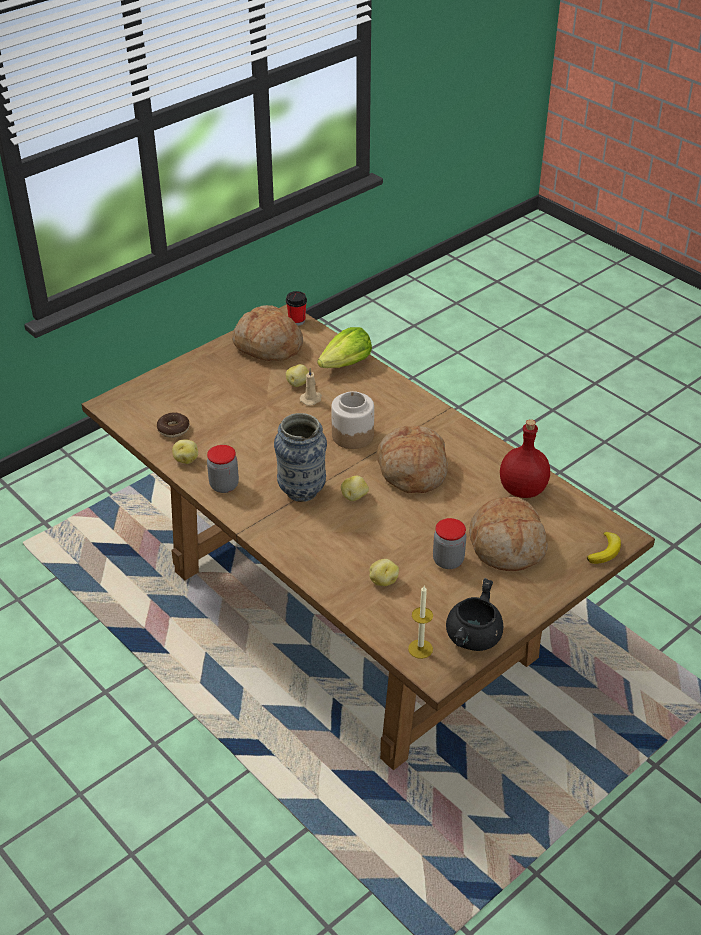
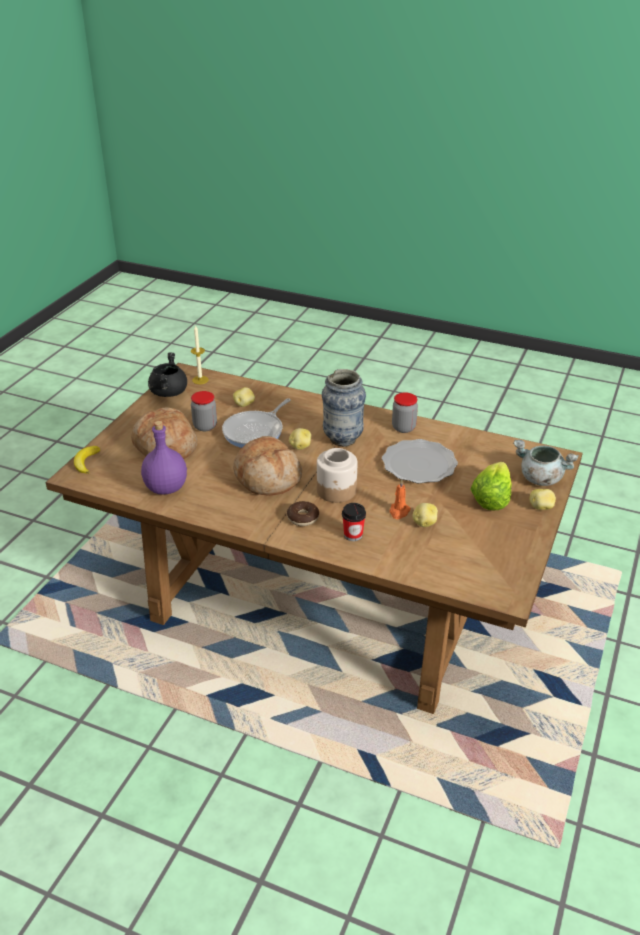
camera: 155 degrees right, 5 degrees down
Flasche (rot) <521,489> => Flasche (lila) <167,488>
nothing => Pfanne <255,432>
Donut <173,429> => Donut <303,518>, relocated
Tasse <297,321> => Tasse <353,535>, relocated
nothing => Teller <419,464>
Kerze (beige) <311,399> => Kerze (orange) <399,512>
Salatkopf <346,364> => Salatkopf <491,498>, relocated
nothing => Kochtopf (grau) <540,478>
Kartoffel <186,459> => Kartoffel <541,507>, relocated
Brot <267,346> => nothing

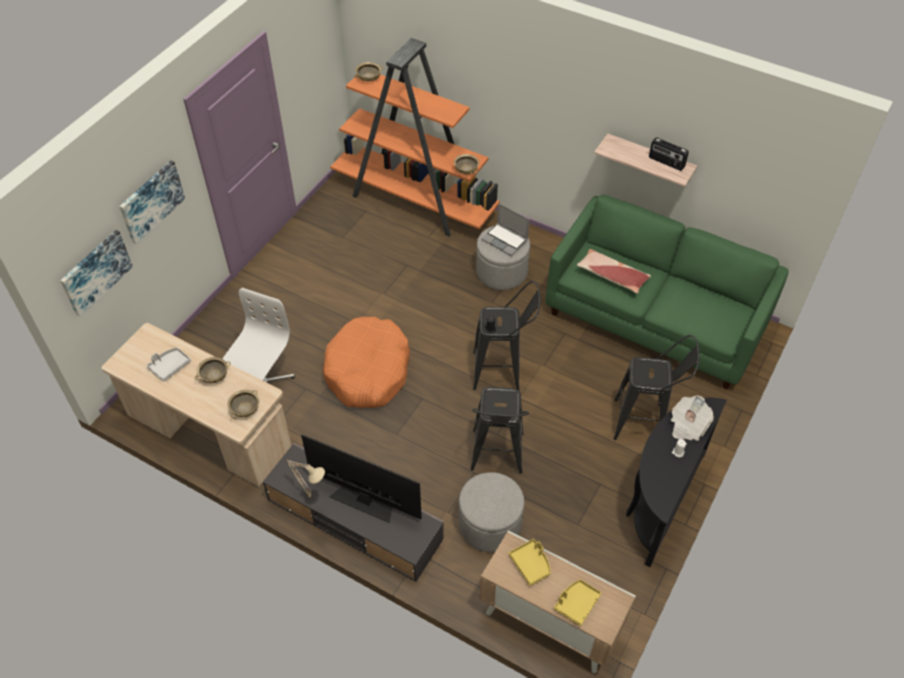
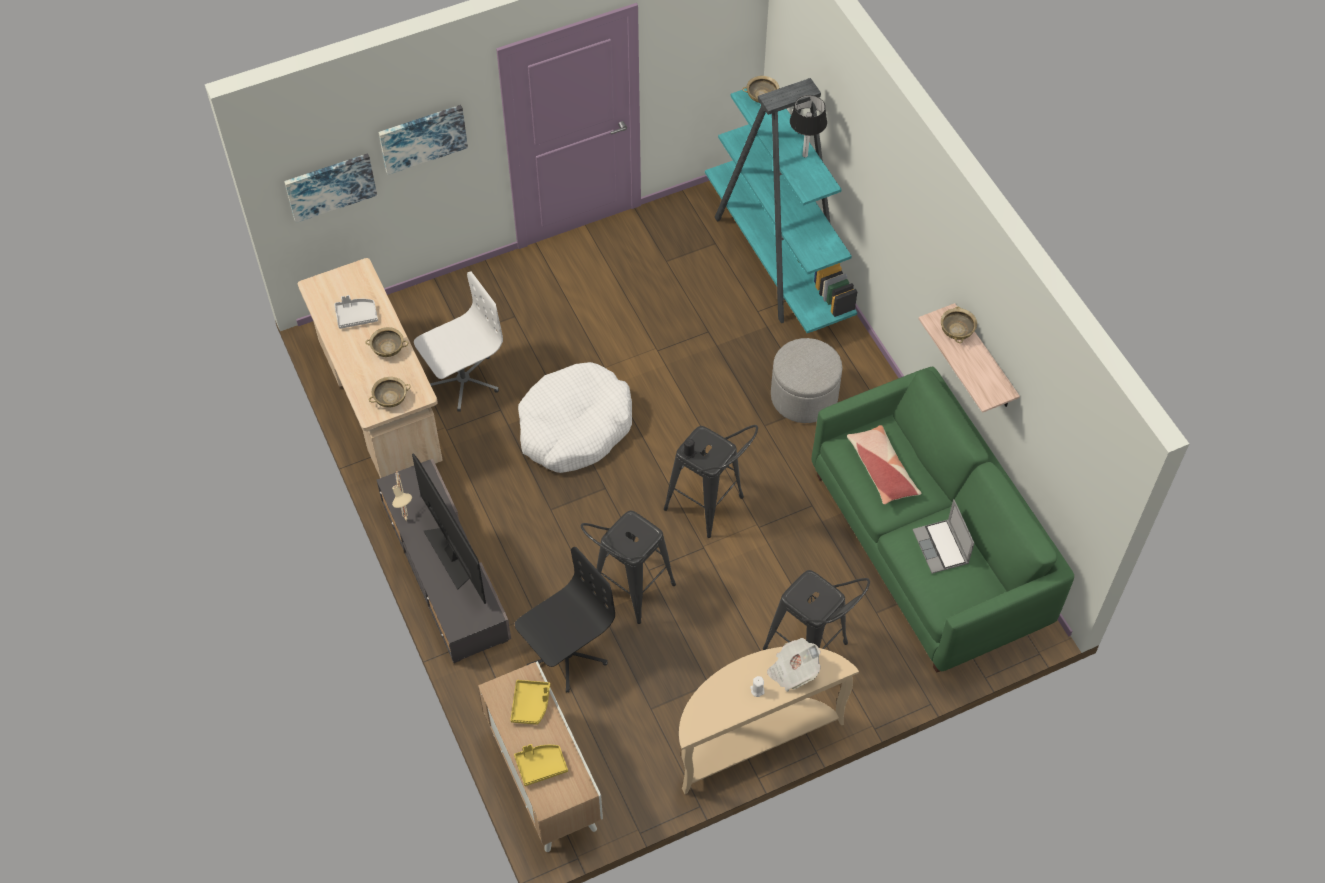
camera: 35 degrees right, 5 degrees up
Polsterhocker (grau) <490,524> => Bürostuhl (schwarz) <566,654>
Hundebett (orange) <368,371> => Hundebett (weiß) <574,427>
Konsolentisch (schwarz) <659,500> => Konsolentisch (beige) <754,738>
Bücherregal (orange) <415,201> => Bücherregal (türkis) <778,260>
nothing => Tischlampe <805,155>
Laptop <505,240> => Laptop <941,548>, relocated
Schüssel (beige) <466,170> => Schüssel (beige) <956,331>, relocated
Radio <666,162> => nothing

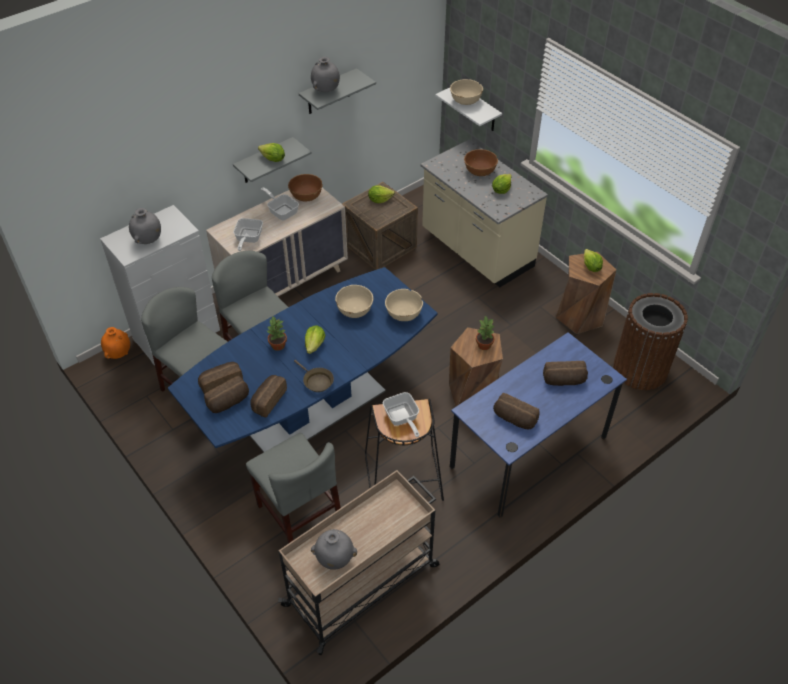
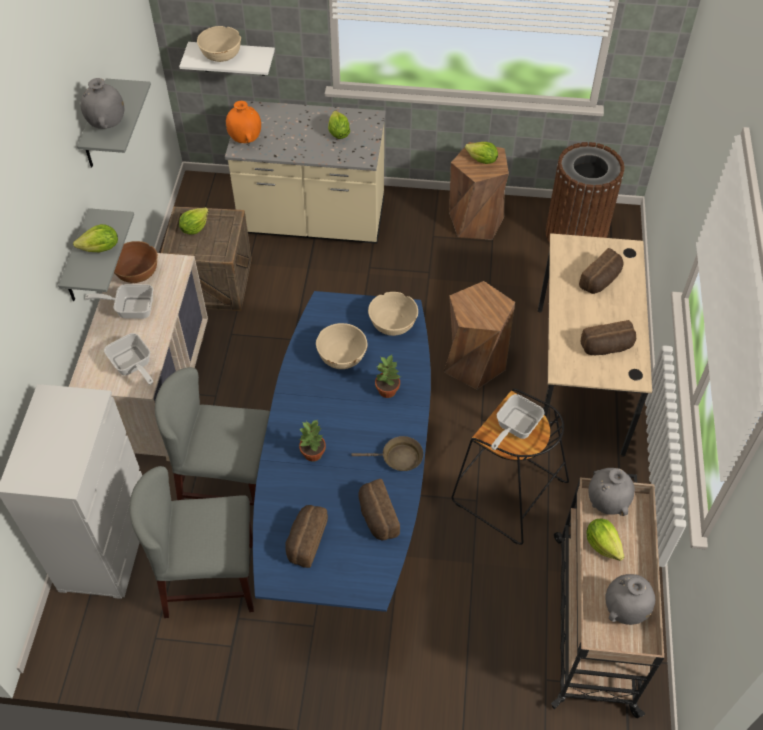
camera: 45 degrees left, 5 degrees up
Vase (orange) <119,353> => Vase (orange) <245,139>, relocated
Topfpflanze <484,345> => Topfpflanze <387,390>, relocated
Pfanne <402,419> => Pfanne <514,428>, 105 degrees clockwise
Schreibtisch (blau) <528,452> => Schreibtisch (beige) <579,378>
Salatkopf <315,345> => Salatkopf <602,544>, relocated
Vase (grau) <148,241> => Vase (grau) <607,503>, relocated
Brot <229,402> => nothing
Stuhl (grau) <299,515> => nothing
Schüssel (braun) <480,171> => nothing

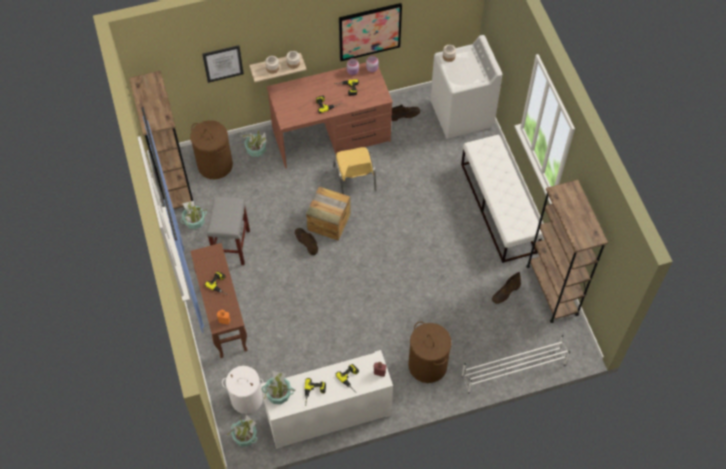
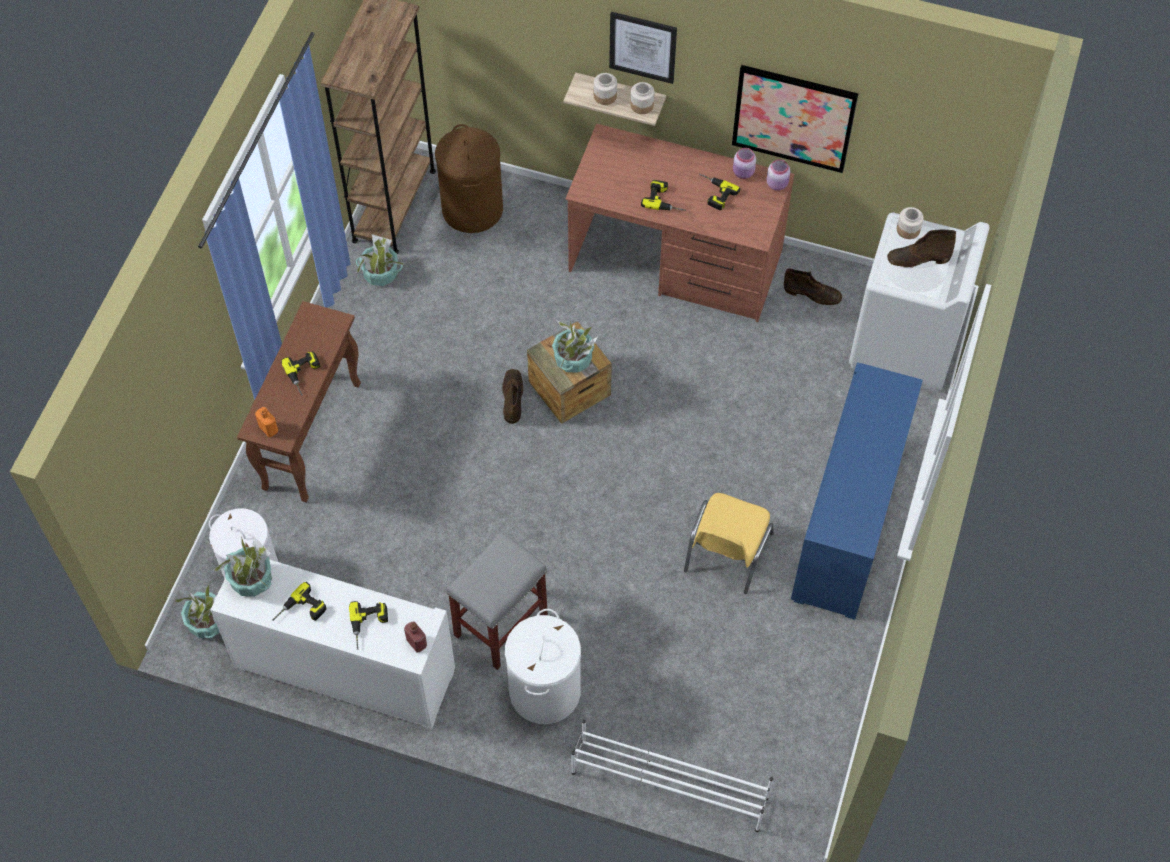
camera: 35 degrees right, 0 degrees up
Hocker (grau) <232,245> => Hocker (grau) <501,624>, relocated
Wäschekorb (braun) <427,365> => Wäschekorb (weiß) <544,691>
Topfpflanze <256,149> => Topfpflanze <573,358>, relocated
Bild <223,63> => Bild <643,47>, relocated
Stuhl (gelb) <355,179> => Stuhl (gelb) <726,553>, relocated
Bank (weiß) <498,208> => Schrank (blau) <847,523>
Stiefel (braun) <505,293> => Stiefel (braun) <918,259>, relocated
Bücherregal (braun) <552,290> => nothing

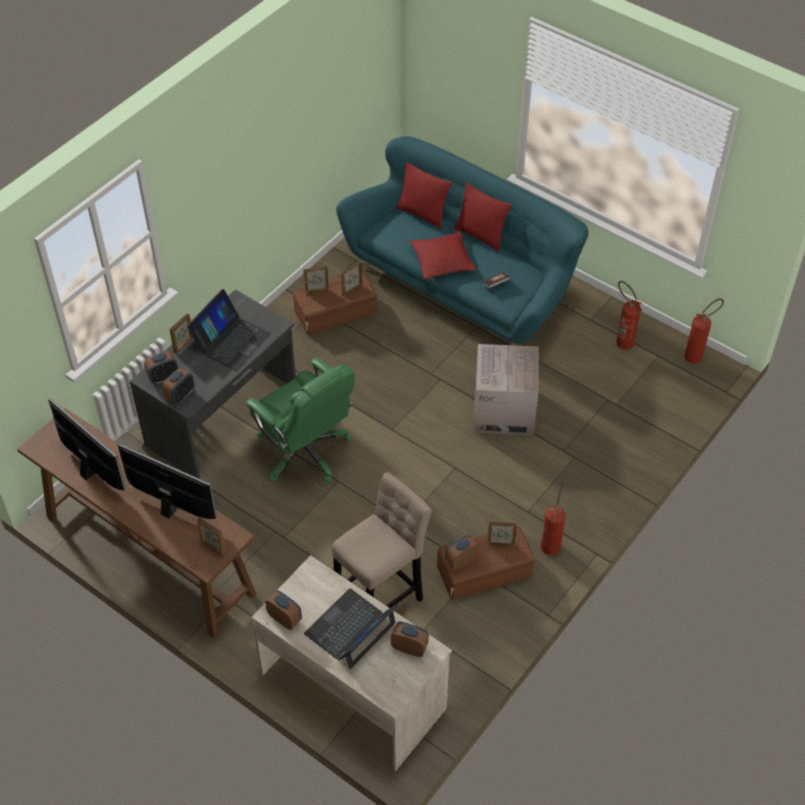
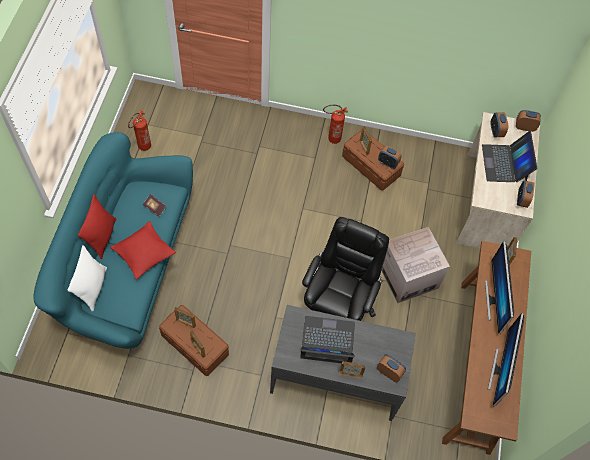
camera: 120 degrees left, 10 degrees up
Kissen (rot) <422,214> => Kissen (weiß) <93,288>
Bürostuhl (grün) <305,451> => Bürostuhl (schwarz) <338,305>
Karton <503,410> => Karton <408,276>, relocated
Laptop <351,629> => Laptop <505,163>, 75 degrees clockwise
Wecker <180,396> => Wecker <524,127>, relocated
Hocker (beige) <382,599> => nothing
Feuerlöscher <697,355> => nothing

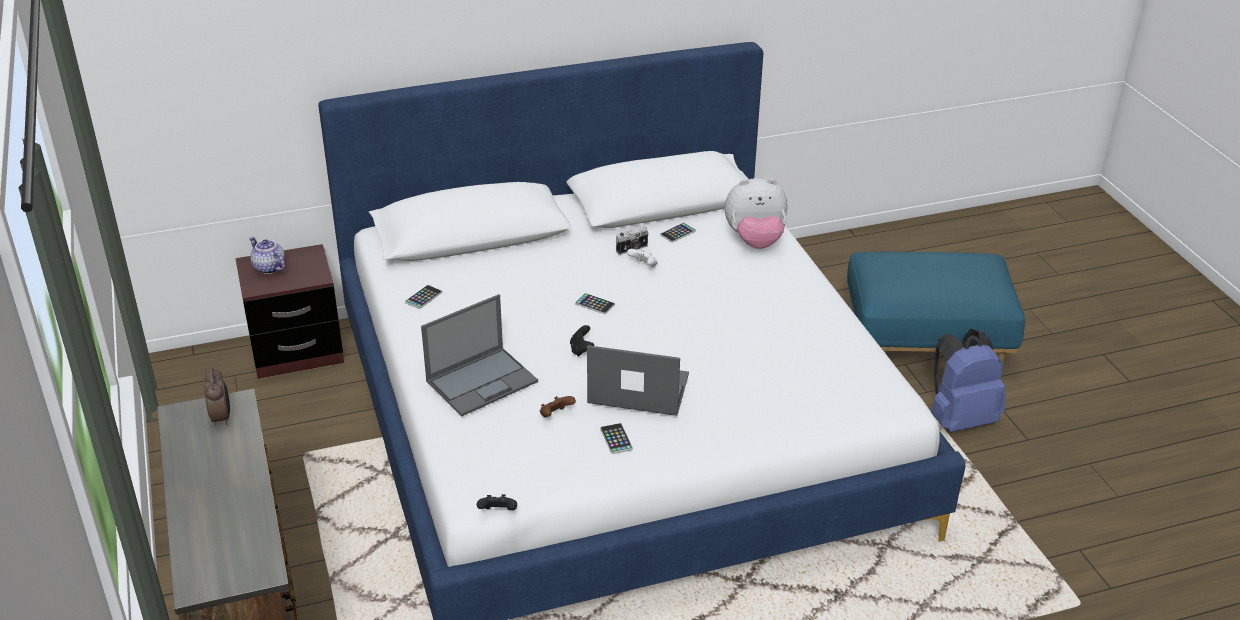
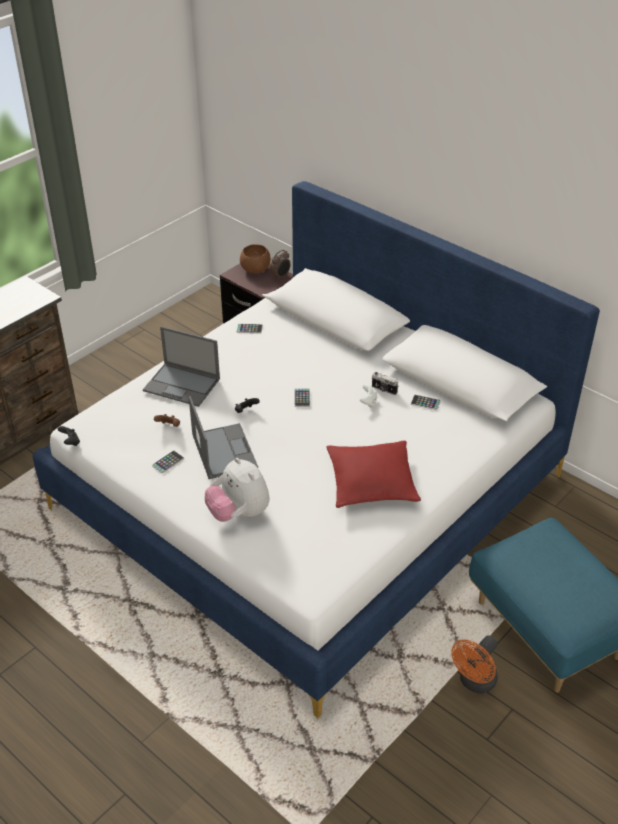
camera: 60 degrees right, 5 degrees up
Plüschtier <755,241> => Plüschtier <239,513>, relocated
Teekanne <268,268> => Schüssel (braun) <255,269>
Wecker <222,417> => Wecker <281,276>, relocated
nothing => Kissen (rot) <371,482>
Rucksack (blau) <959,418> => Ventilator (orange) <474,682>

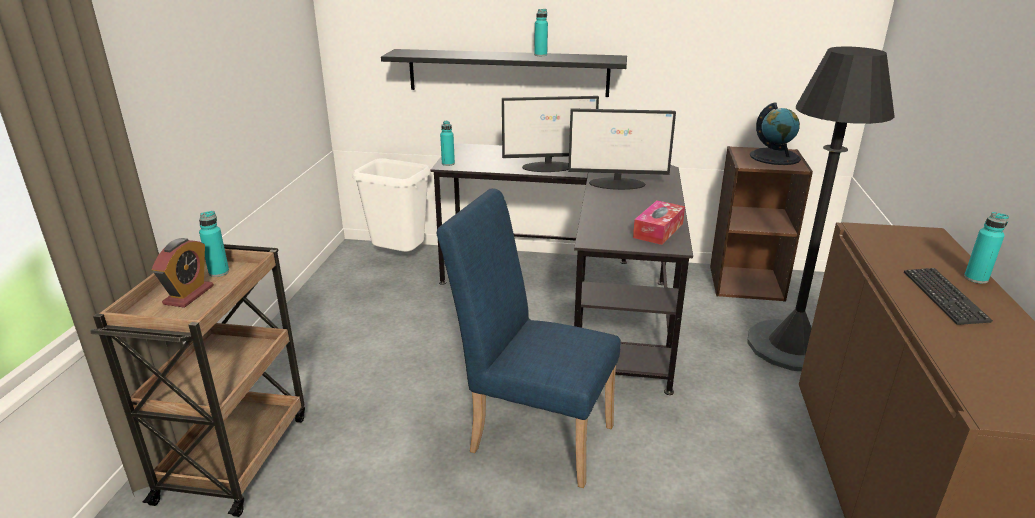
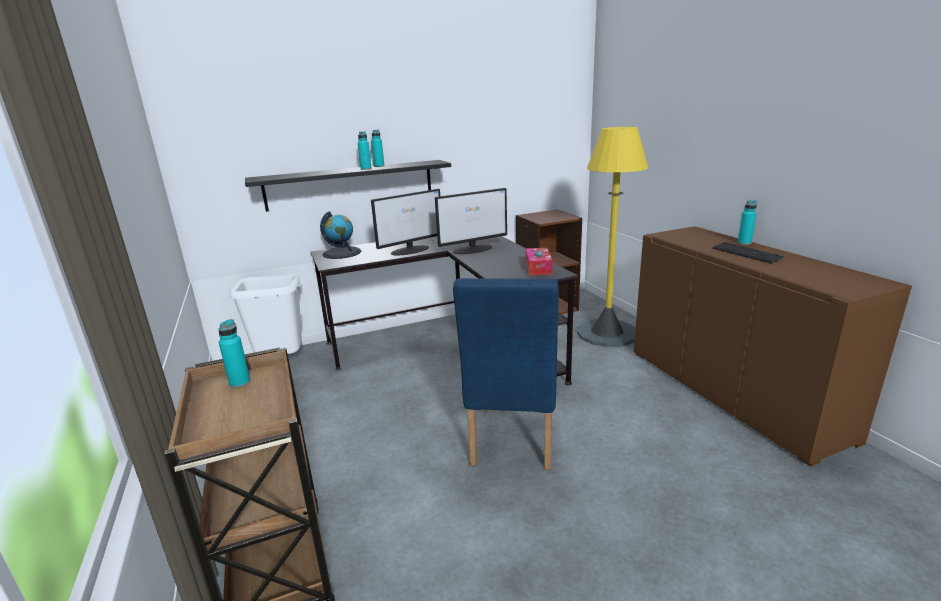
camera: 30 degrees left, 5 degrees down
Globus <775,157> => Globus <342,253>, relocated
Flasche (türkis) <448,164> => Flasche (türkis) <366,169>, relocated
Stuhl (blau) <532,433> => Stuhl (blau) <511,442>, 75 degrees counterclockwise
Stehlampe (schwarz) <792,346> => Stehlampe (gelb) <607,333>
Wecker <189,295> => nothing

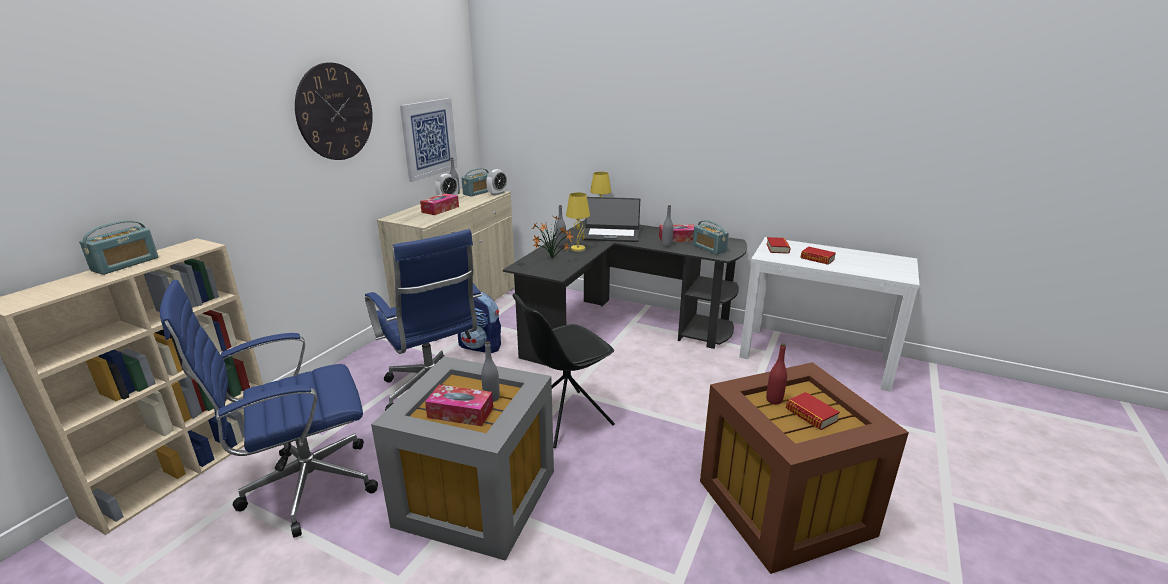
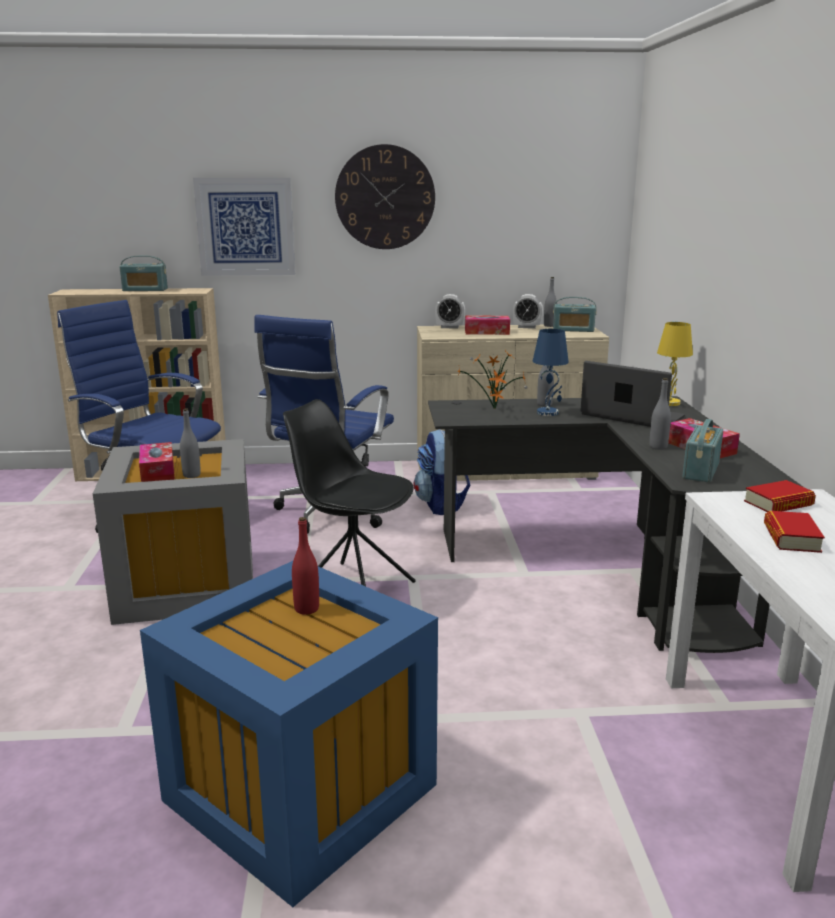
camera: 60 degrees right, 5 degrees down
Aufbewahrungsbox (braun) <787,508> => Aufbewahrungsbox (blau) <300,796>
Bild <429,138> => Bild <245,227>, relocated
Wecker <497,193> => Wecker <450,327>, relocated
Tischlampe (gelb) <578,249> => Tischlampe (blau) <548,413>
Laptop <611,235> => Laptop <631,416>, 150 degrees clockwise
Buch <811,415> => nothing

